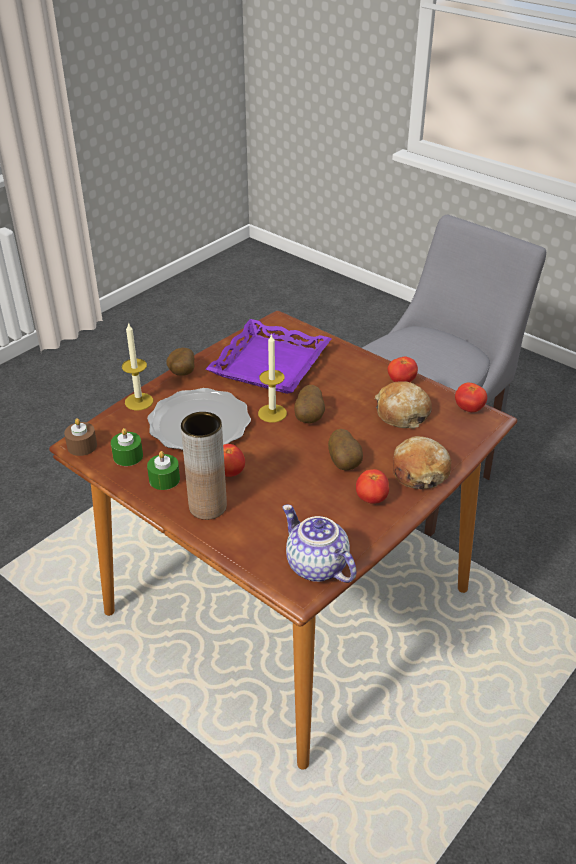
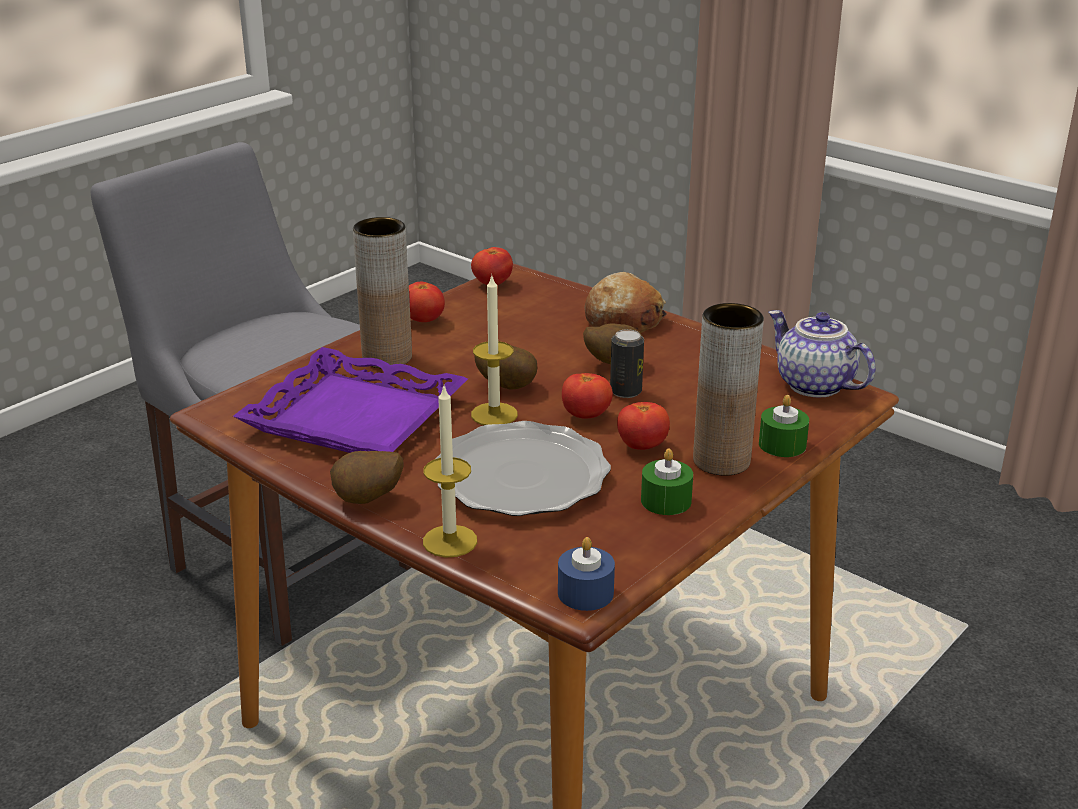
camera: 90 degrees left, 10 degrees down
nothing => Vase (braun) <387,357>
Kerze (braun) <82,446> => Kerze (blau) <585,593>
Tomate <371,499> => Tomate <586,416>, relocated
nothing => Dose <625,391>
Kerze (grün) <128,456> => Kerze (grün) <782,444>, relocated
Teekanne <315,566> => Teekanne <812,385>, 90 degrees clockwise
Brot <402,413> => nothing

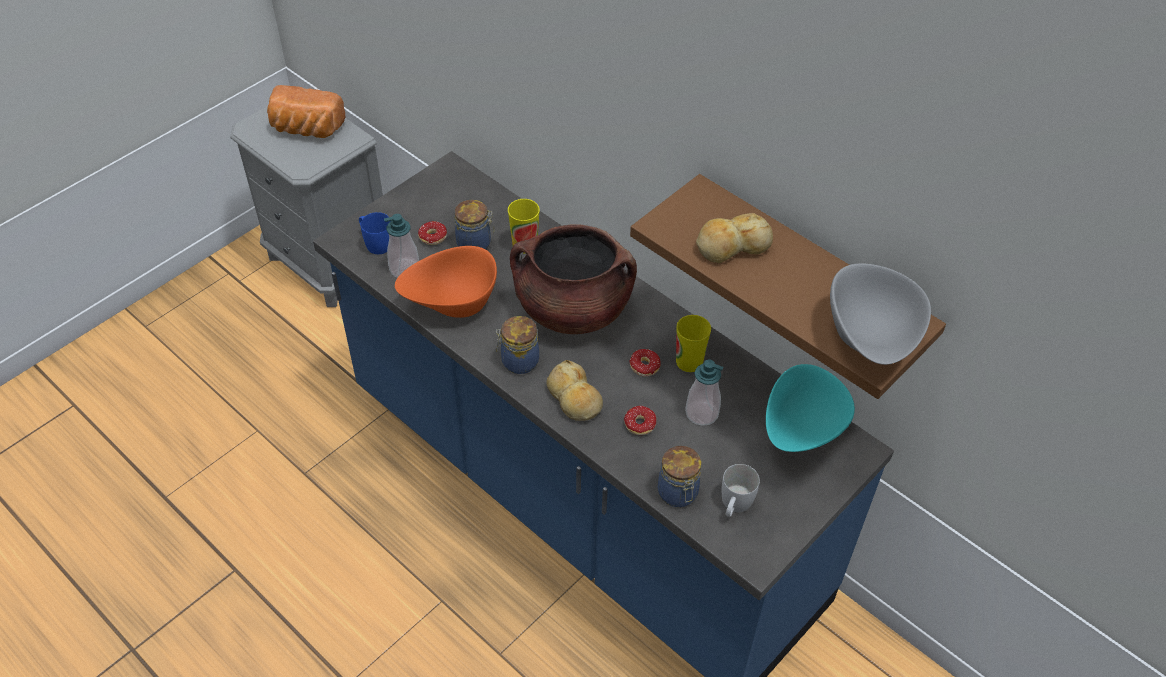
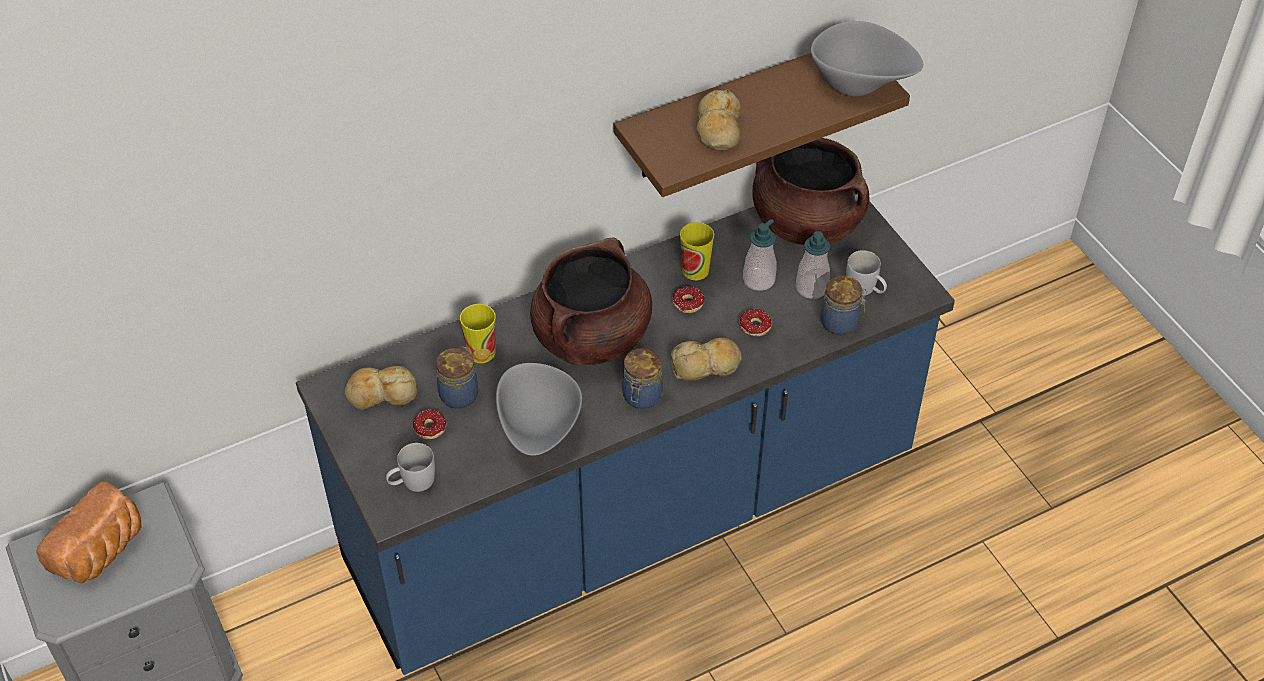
camera: 70 degrees left, 0 degrees up
nothing => Brot <381,394>
Henkelbecher (blau) <375,242> => Henkelbecher (weiß) <412,482>
Schüssel (orange) <452,304> => Schüssel (grau) <538,433>
Schüssel (türkis) <800,433> => Kochtopf (braun) <806,222>
Seifenspender <404,268> => Seifenspender <811,288>, relocated

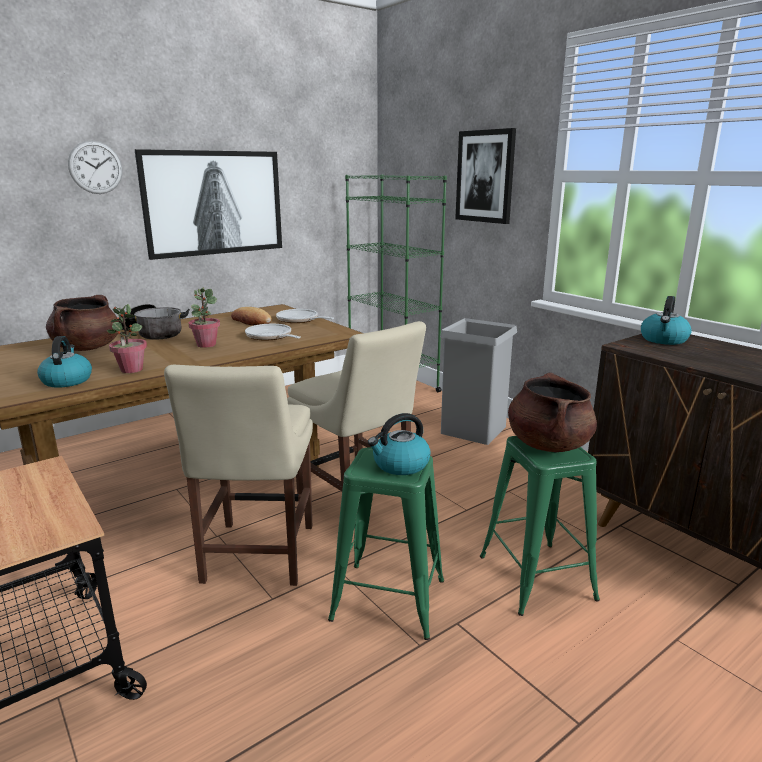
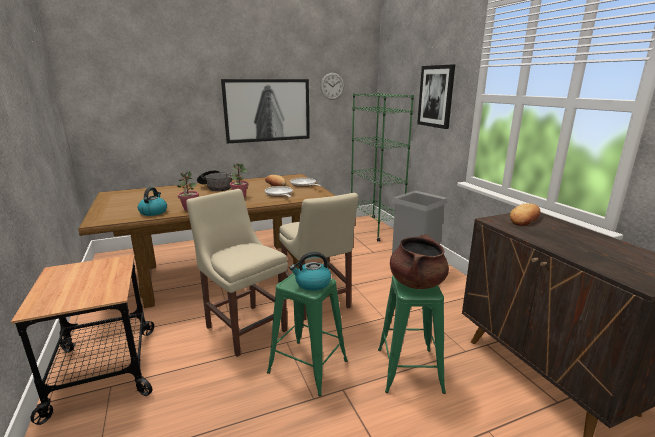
camera: 15 degrees right, 0 degrees up
Stuhl (beige) <256,557> => Stuhl (beige) <244,327>, 120 degrees clockwise
Wanduhr <95,167> => Wanduhr <332,86>, relocated
Wasserkessel <664,340> => Brot <525,218>
Kochtopf (braun) <87,348> => nothing

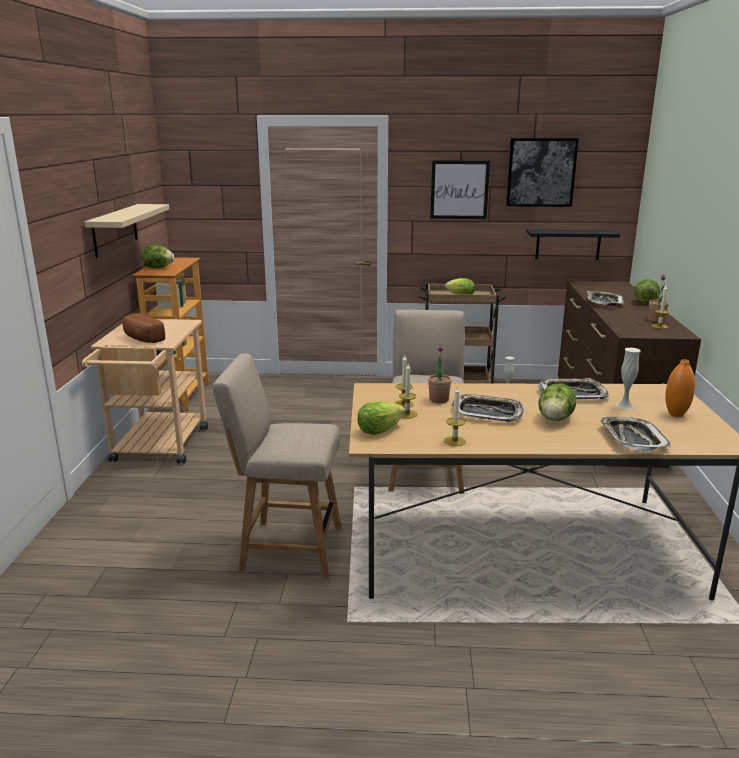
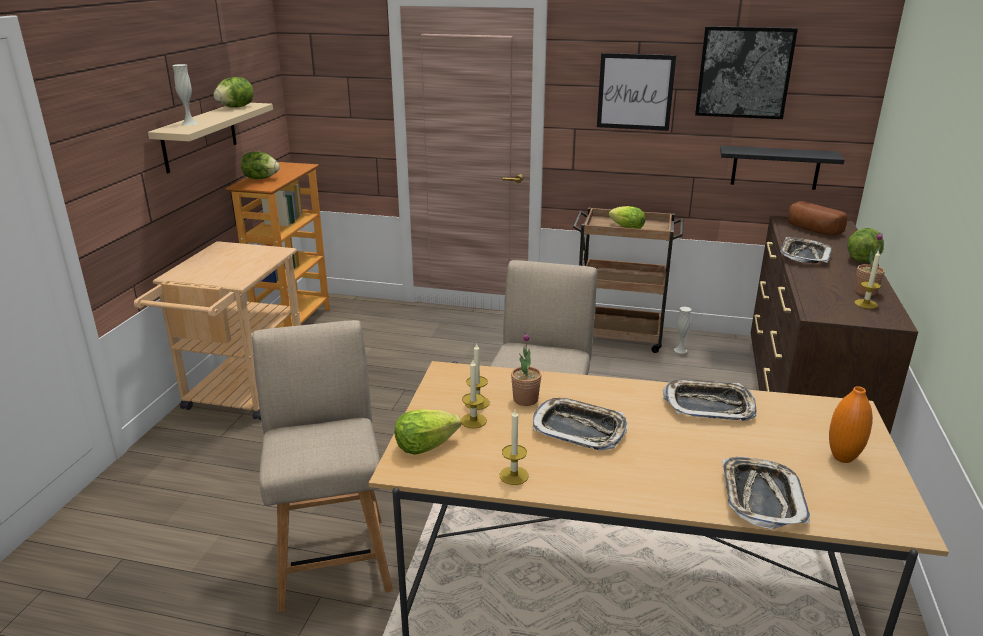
camera: 10 degrees right, 5 degrees up
Vase (weiß) <624,406> => Vase (weiß) <189,123>, relocated
Salatkopf <555,419> => Salatkopf <236,107>, relocated
Stuhl (beige) <286,547> => Stuhl (beige) <332,556>, 60 degrees clockwise
Brot <142,339> => Brot <811,230>, relocated

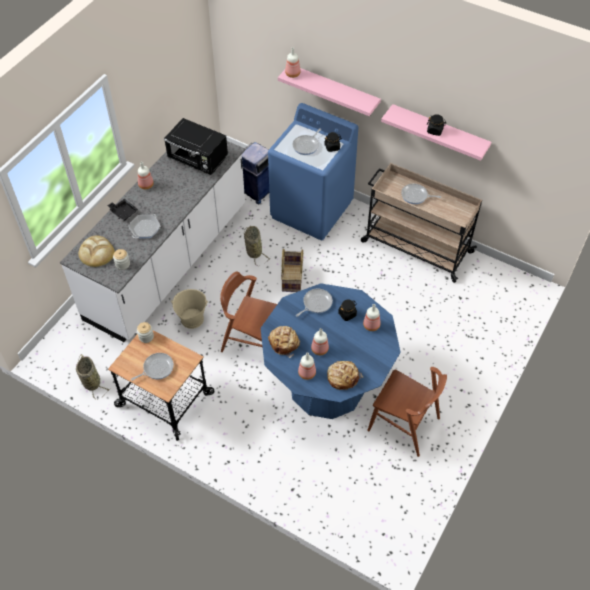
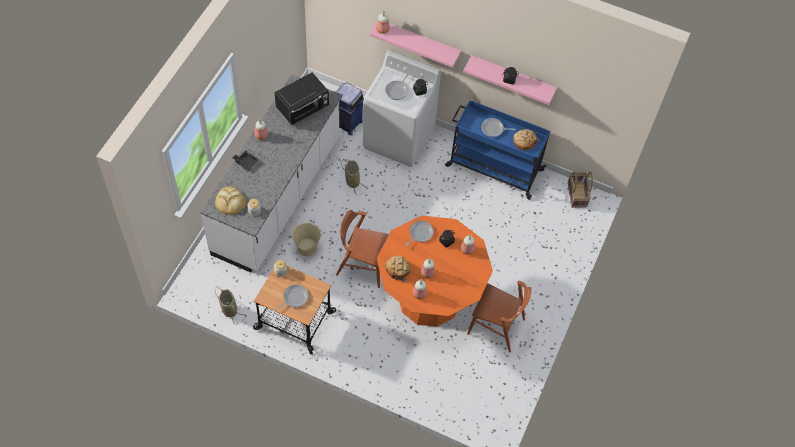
camera: 10 degrees left, 5 degrees up
Mikrowelle (schwarz) <198,160> => Mikrowelle (schwarz) <303,108>, 60 degrees counterclockwise
Waschmaschine (blau) <312,210> => Waschmaschine (weiß) <399,138>
Esstisch (blau) <327,385> => Esstisch (orange) <429,298>
Rollwagen (beige) <415,246> => Rollwagen (blau) <493,168>
Brot <342,377> => Brot <524,141>, relocated
Korb <292,278> => Korb <577,195>, relocated
Pfanne <145,229> => nothing

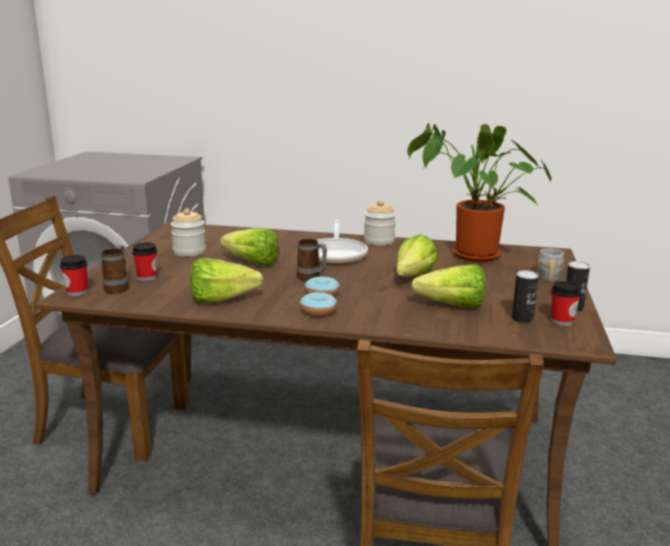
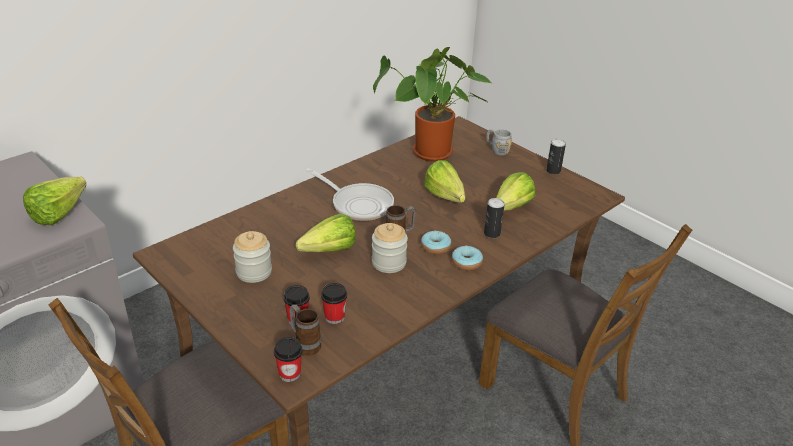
camera: 55 degrees left, 15 degrees up
Salatkopf <228,300> => Salatkopf <64,212>, relocated
Tasse <562,321> => Tasse <334,317>, relocated
Vorratsglas <379,241> => Vorratsglas <389,263>, relocated
Dose <522,319> => Dose <492,233>, relocated

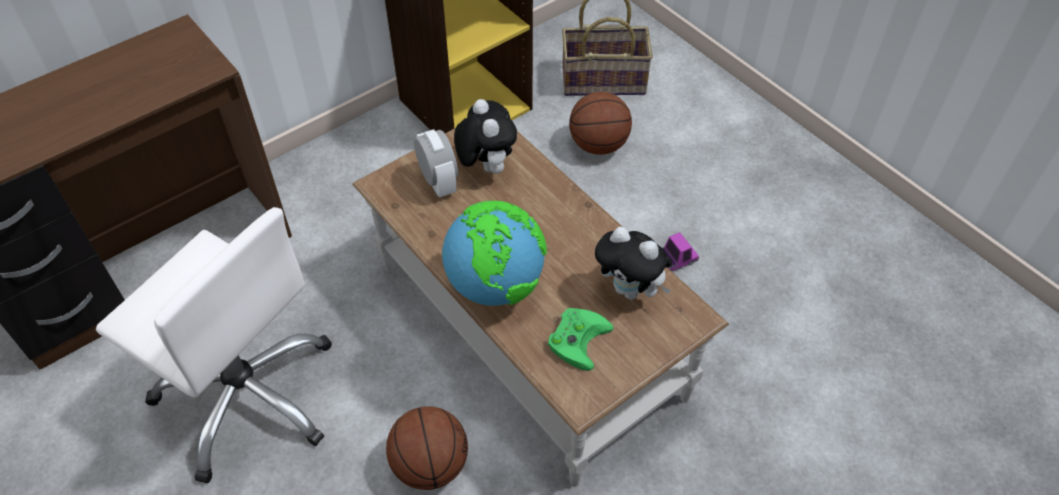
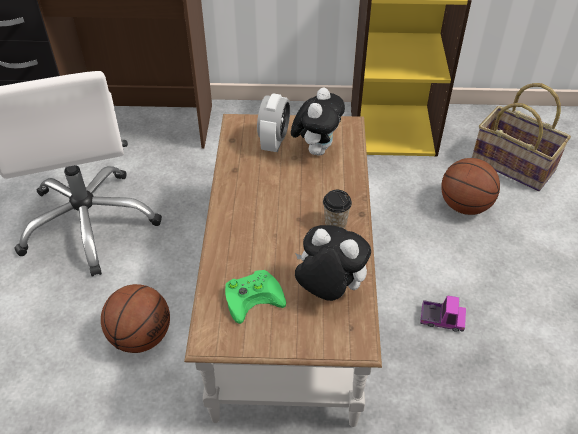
camera: 40 degrees right, 5 degrees down
Plüschtier <631,290> => Plüschtier <328,290>, 135 degrees clockwise
nothing => Tasse <335,223>
Globus <495,285> => nothing

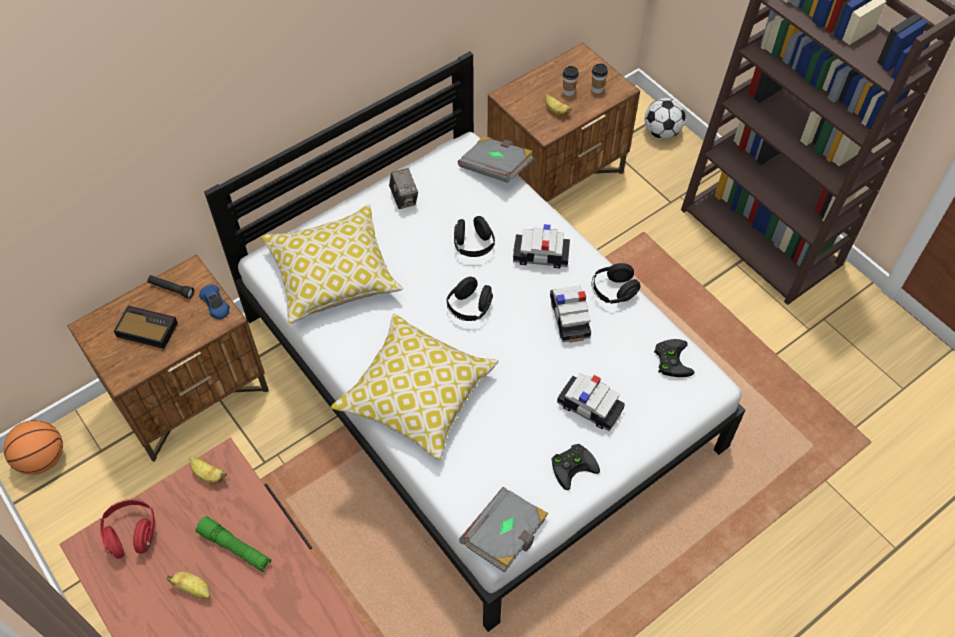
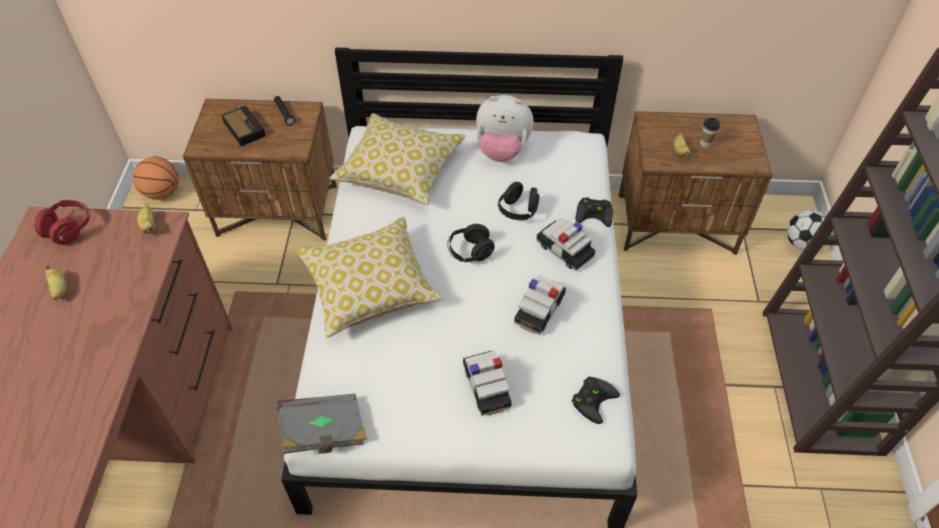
camera: 40 degrees right, 5 degrees down
Kamera <404,199> => Plüschtier <502,150>
Gamepad (schwarz) <573,465> => Gamepad (schwarz) <595,213>, relocated
Taschenlampe (grün) <235,548> => nothing
Spielzeugauto (blau) <215,304> => nothing
Buch (grau) <496,168> => nothing
Kopfhörer (schwarz) <613,291> => nothing
Tasse <597,89> => nothing

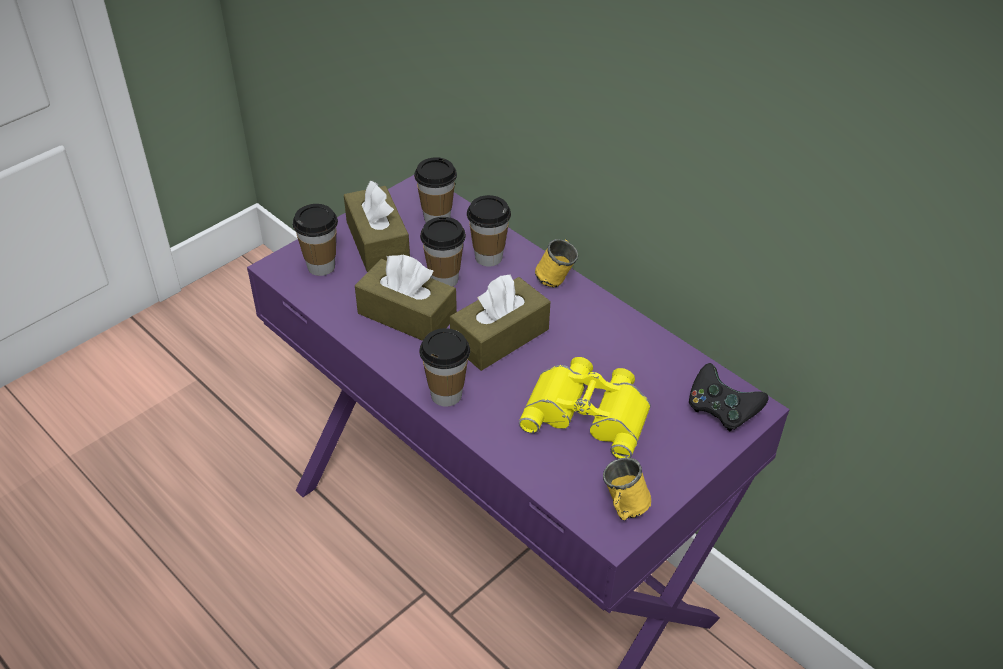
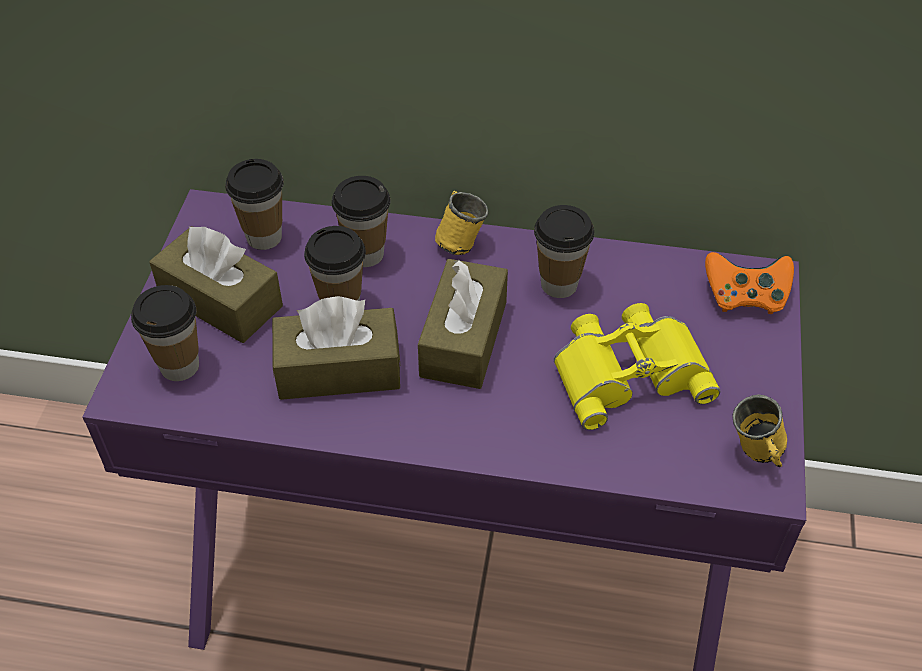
camera: 35 degrees left, 5 degrees up
Tasse <446,394> => Tasse <558,284>, relocated
Gamepad (schwarz) <721,411> => Gamepad (orange) <745,297>

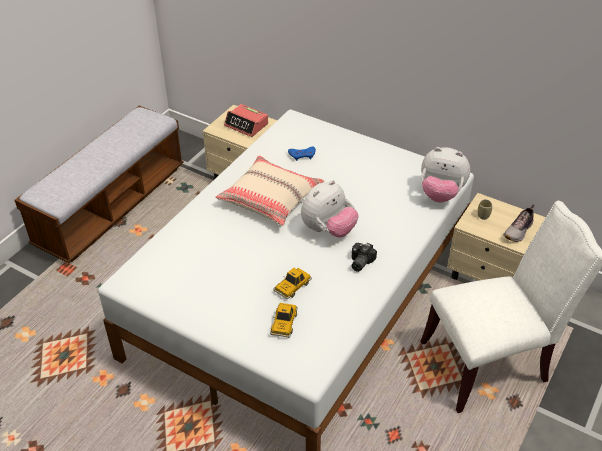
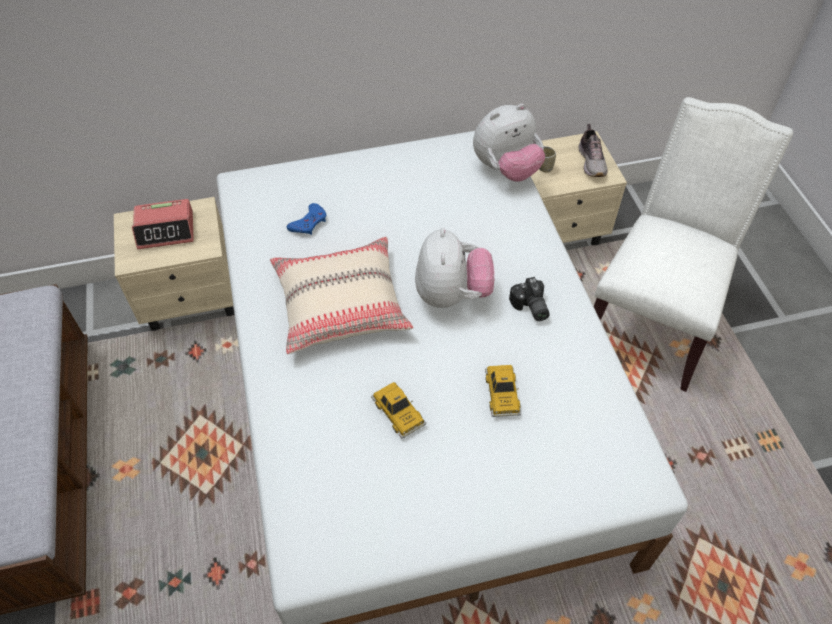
camera: 45 degrees left, 10 degrees up
Spielzeugauto <284,323> => Spielzeugauto <398,412>, relocated

